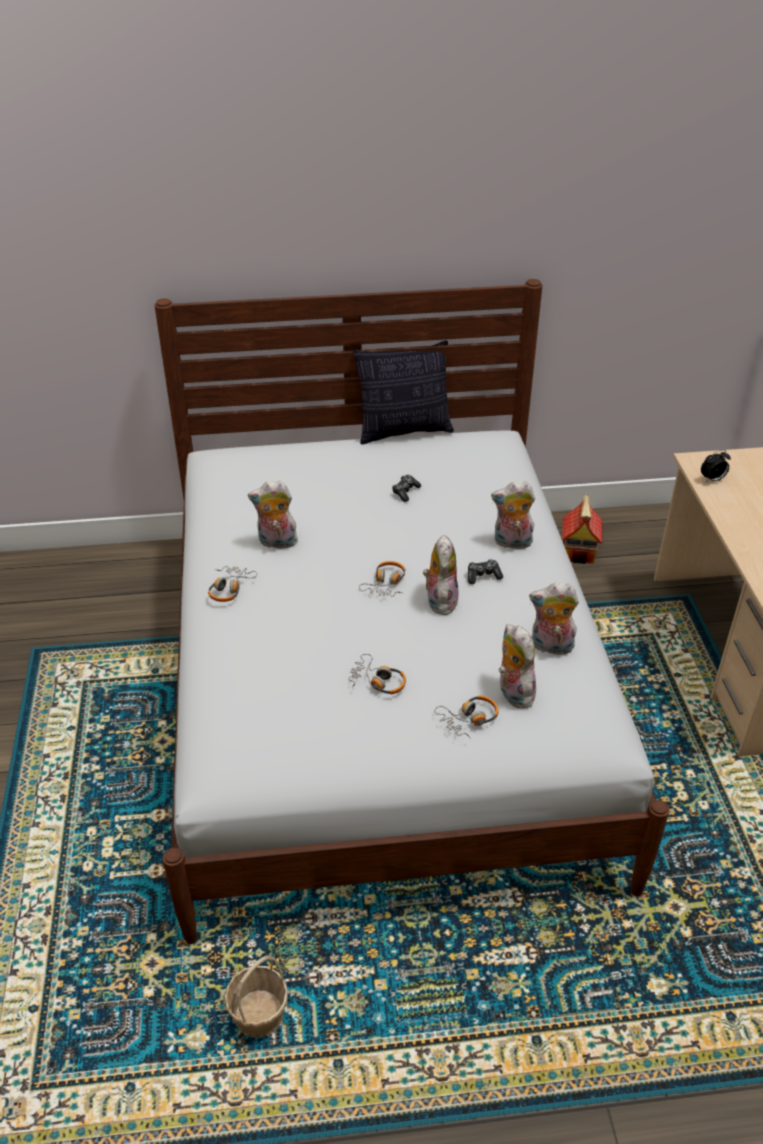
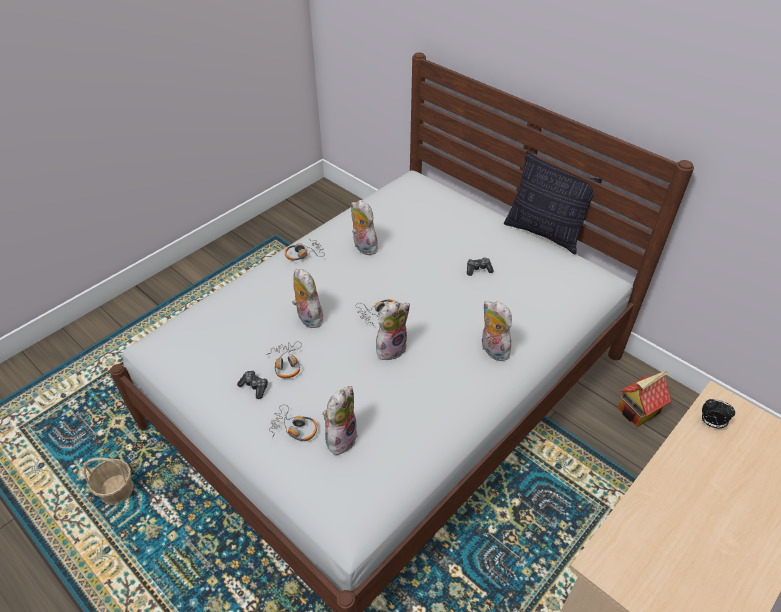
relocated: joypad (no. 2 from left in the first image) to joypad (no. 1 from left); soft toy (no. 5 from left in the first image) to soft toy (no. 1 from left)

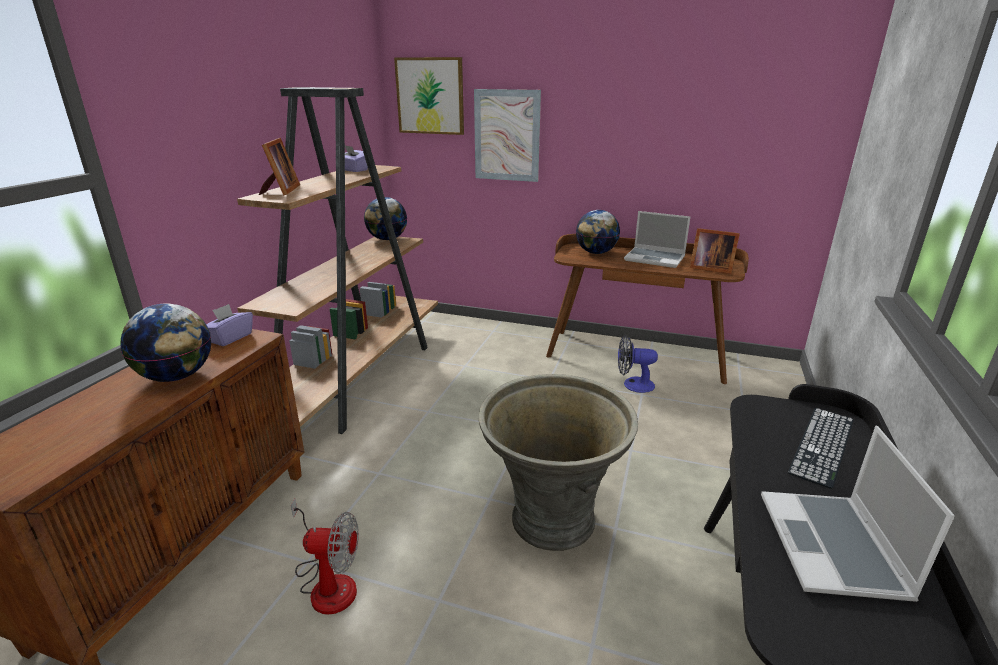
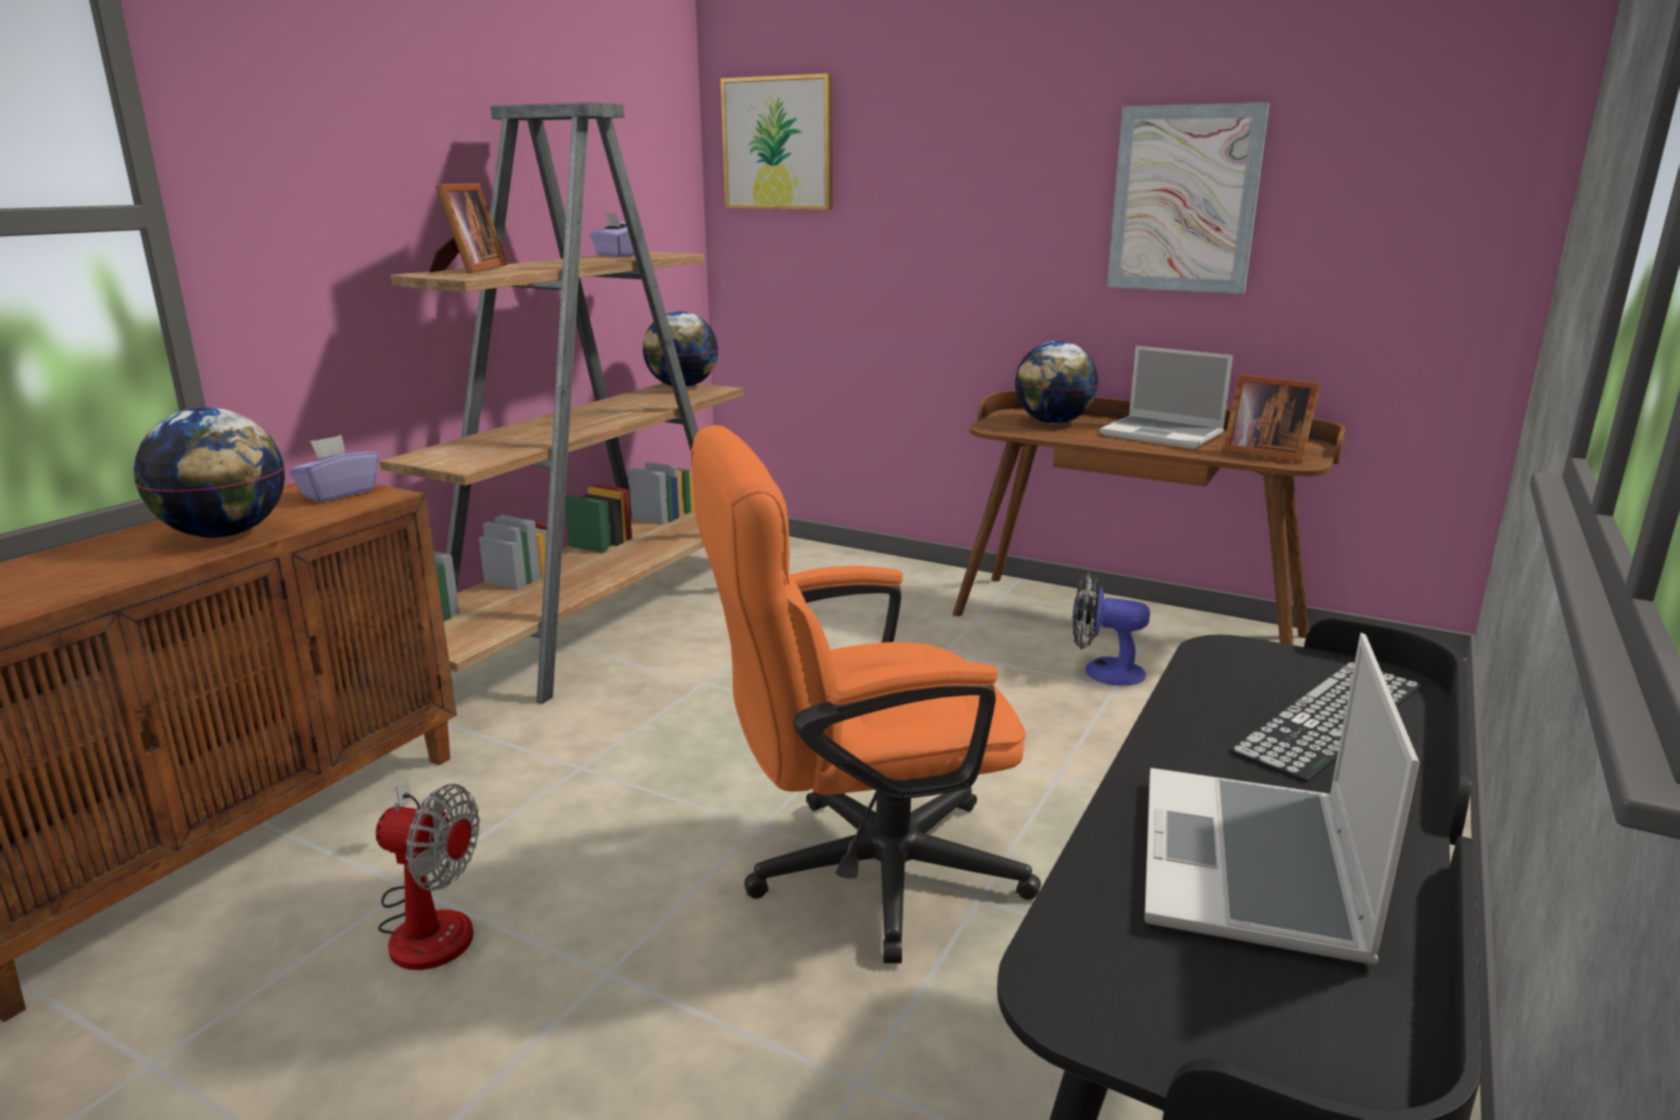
relocated: picture (no. 2 from left)
exchanged: plant pot/greyish to desk chair/orange-coloured

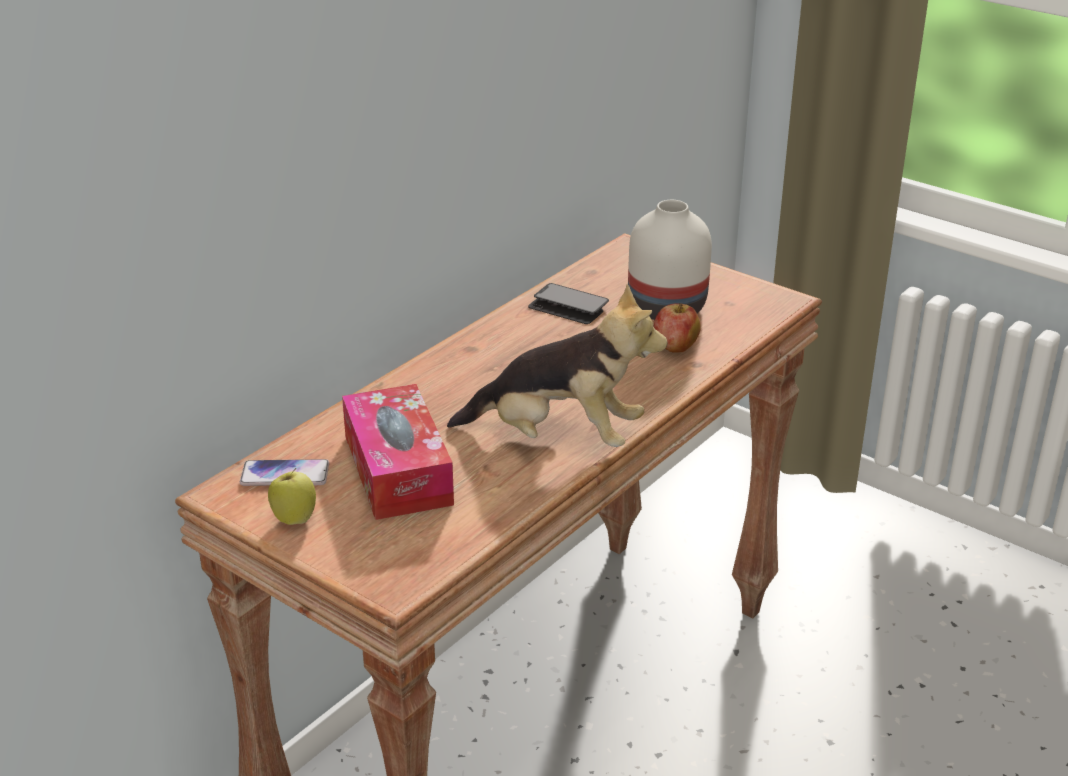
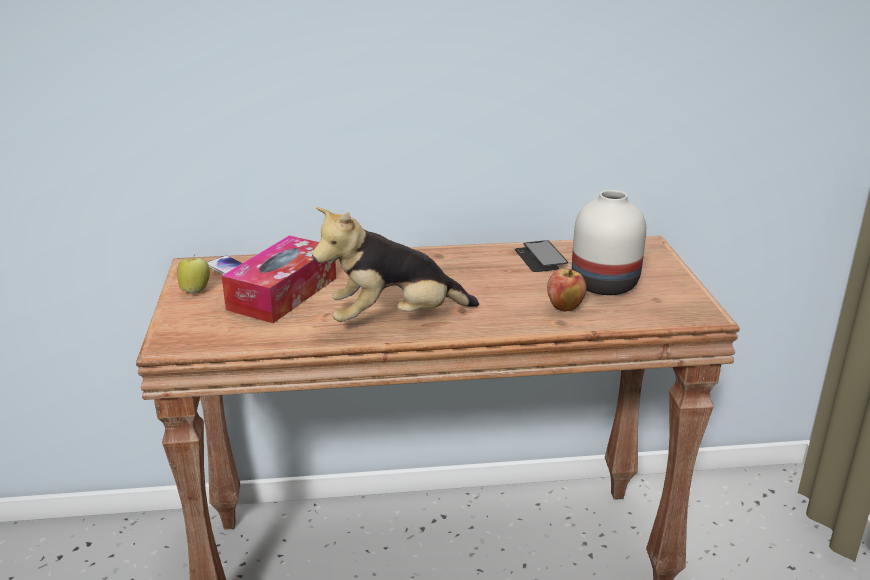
spun: soft toy 105 degrees clockwise

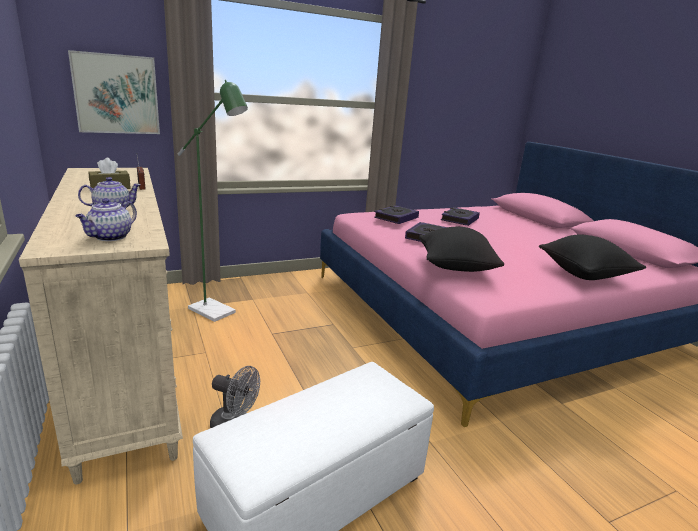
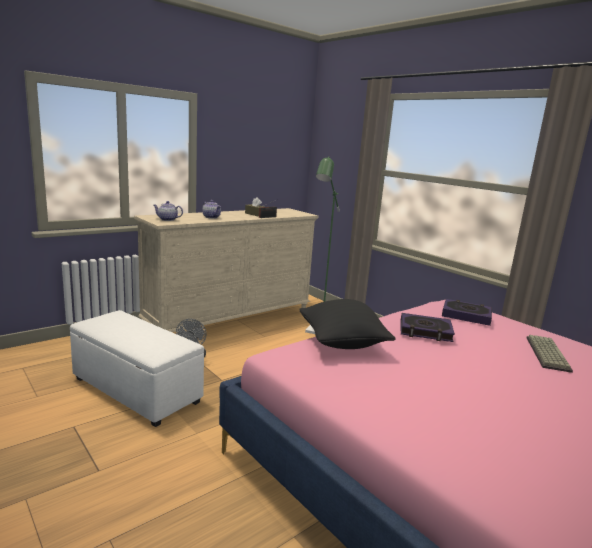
missing: picture; cushion/black (no. 2 from left)
exchanged: book (no. 3 from left) to PC keyboard

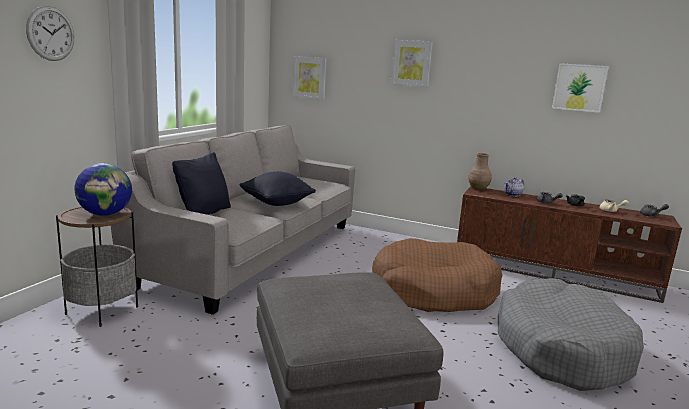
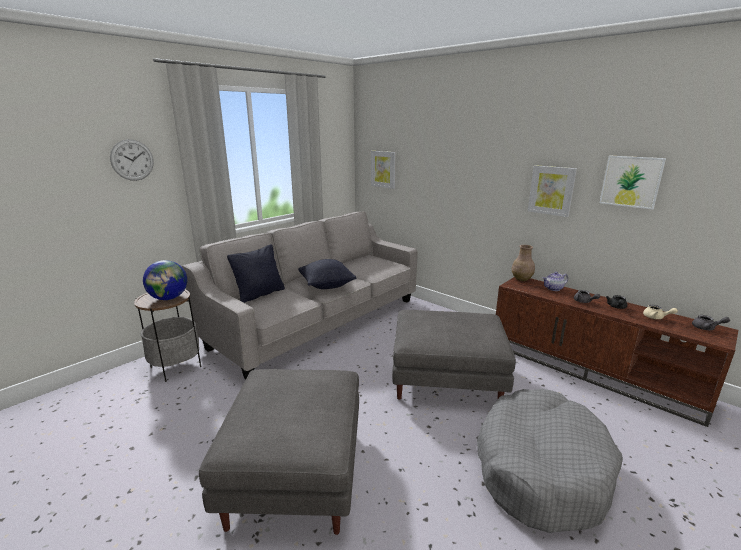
relocated: picture (no. 2 from left)
exchanged: dog cushion/brownish to pouffe/greyish (no. 2 from left)

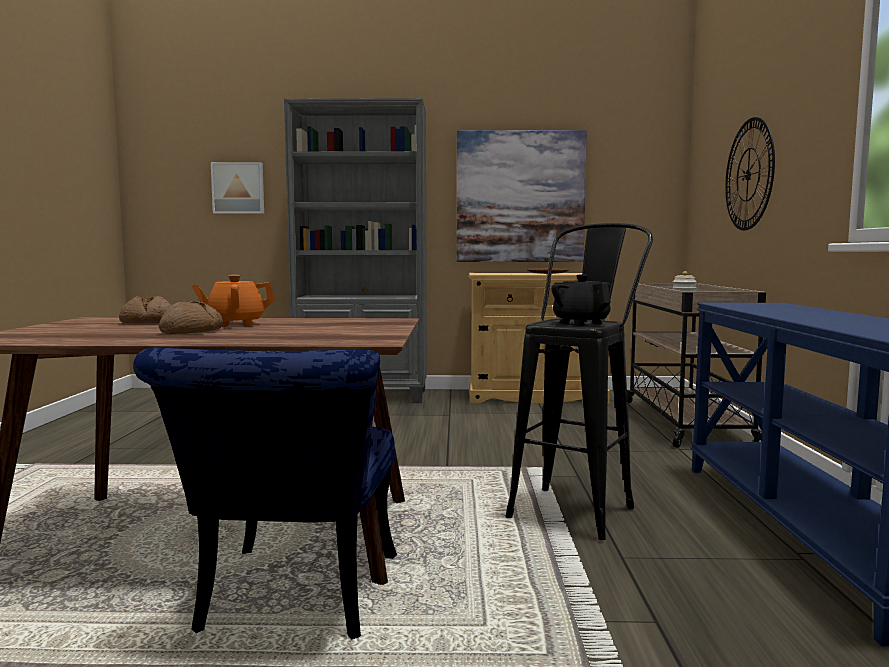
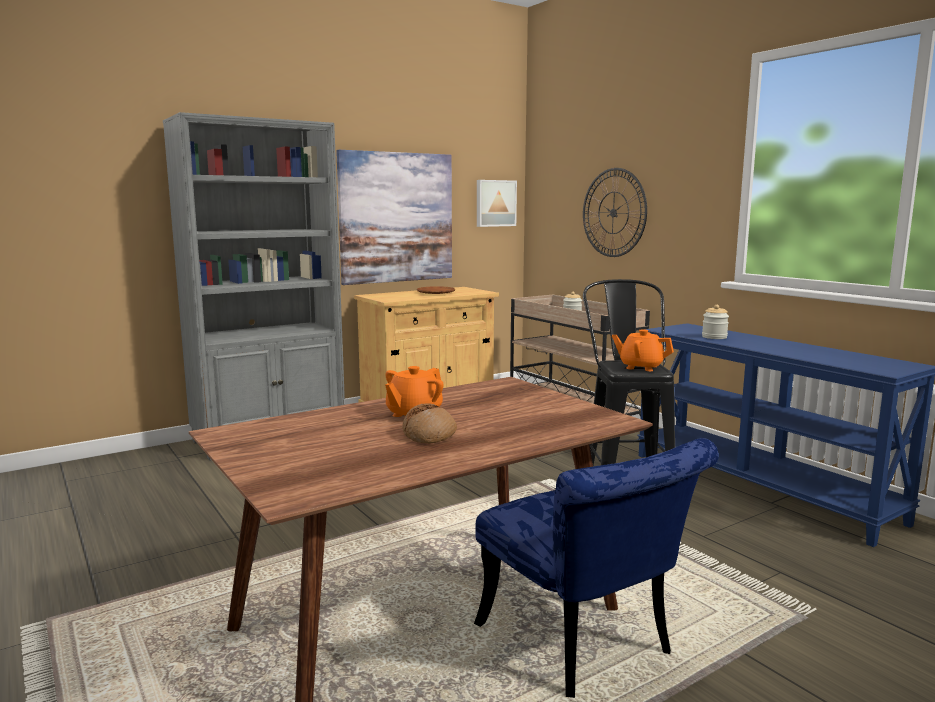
missing: bakery bread (no. 1 from left)
appeared: preserve jar (no. 2 from left)
relocated: picture (no. 1 from left in the first image) to picture (no. 2 from left)
colour: teapot/black to teapot/orange-coloured (no. 2 from left)

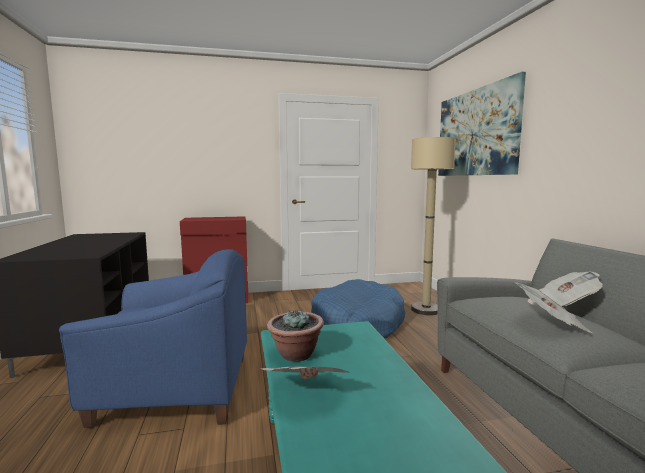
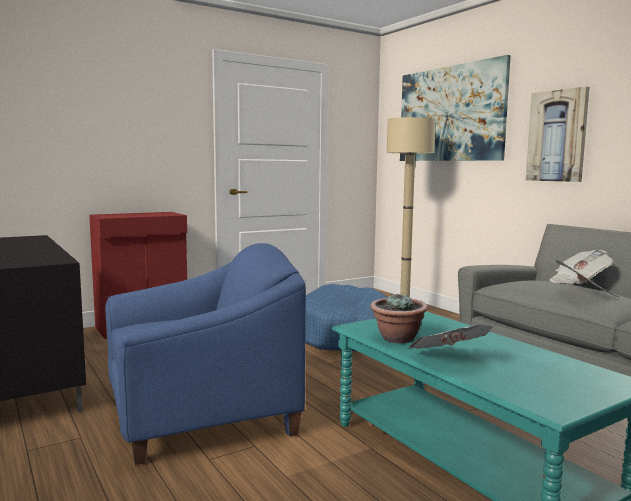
appeared: picture (no. 2 from left)

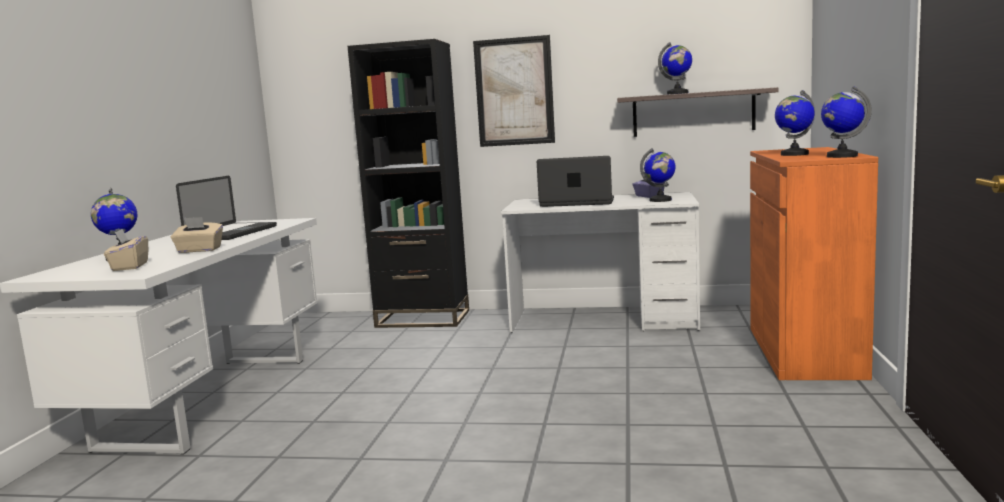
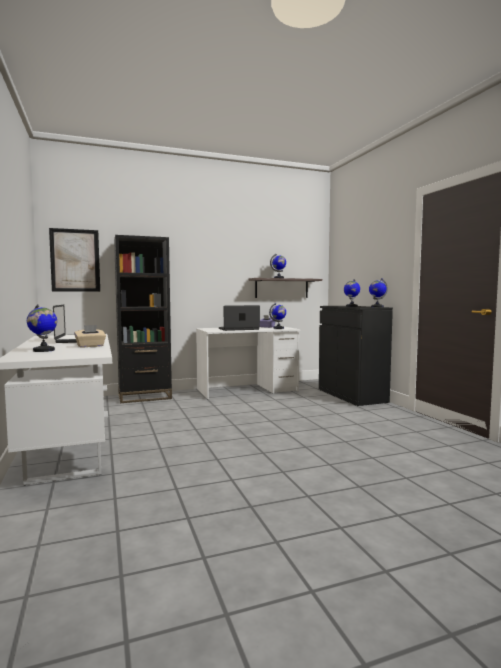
missing: tissue box/sand-coloured (no. 1 from left)
relocated: picture
colour: cupboard/orange-coloured to cupboard/black

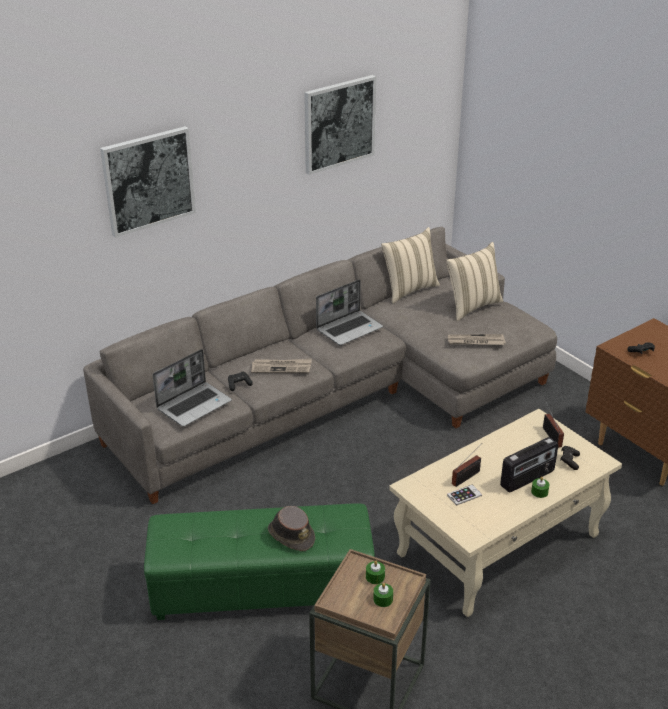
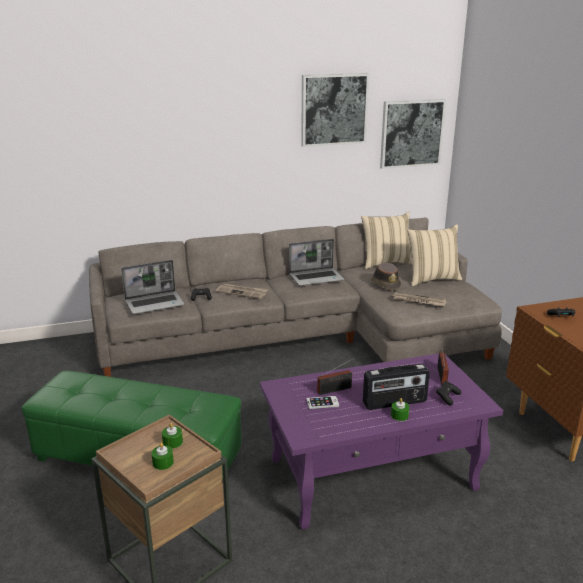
relocated: picture (no. 1 from left in the first image) to picture (no. 2 from left); wearable hat/brownish
colour: lounge table/sand-coloured to lounge table/purplish

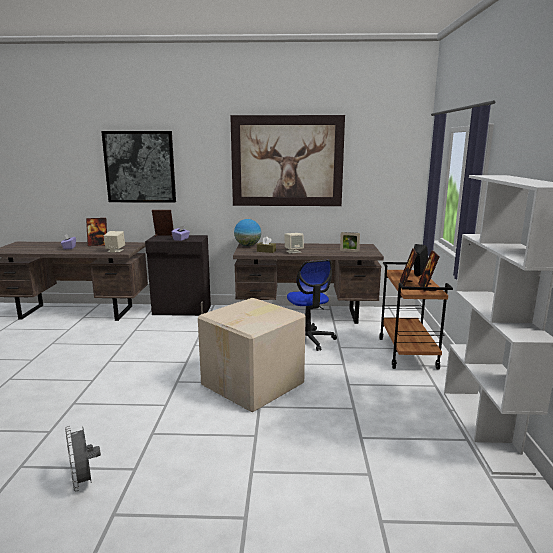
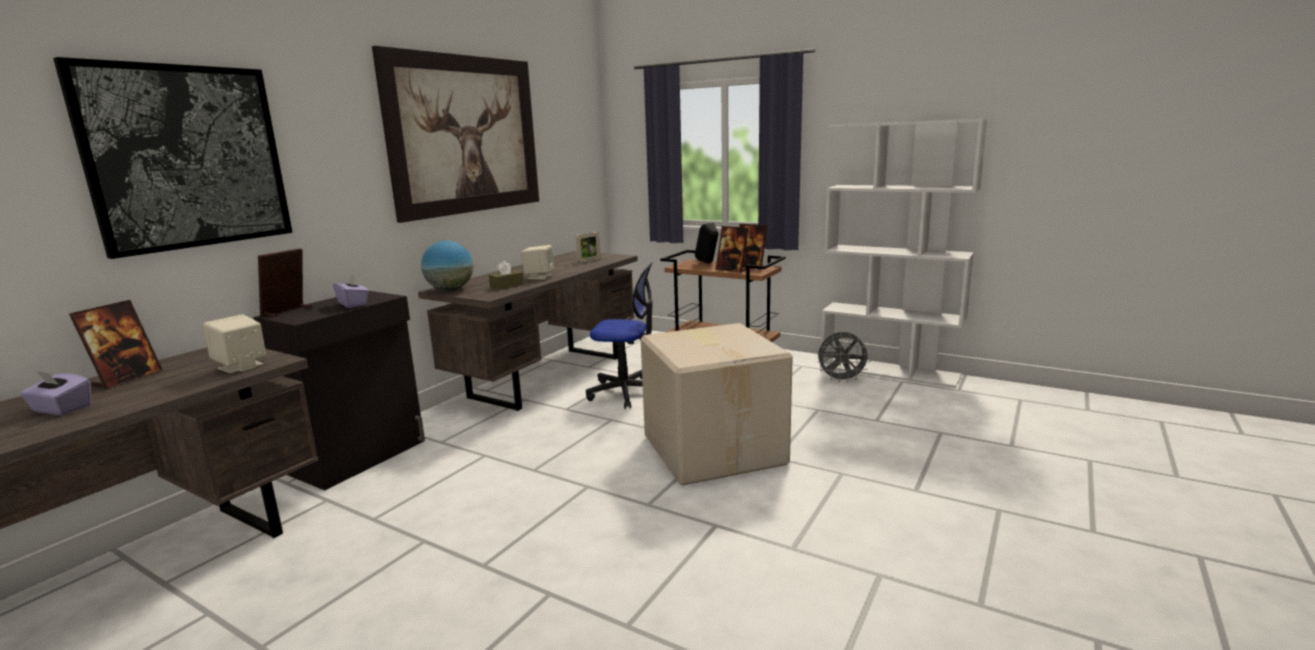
relocated: electric fan/greyish

